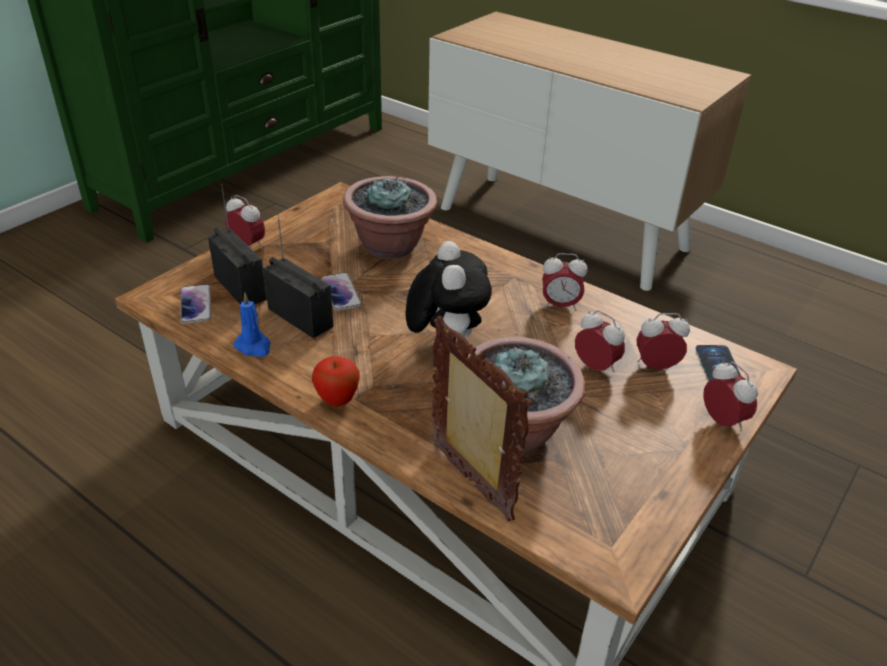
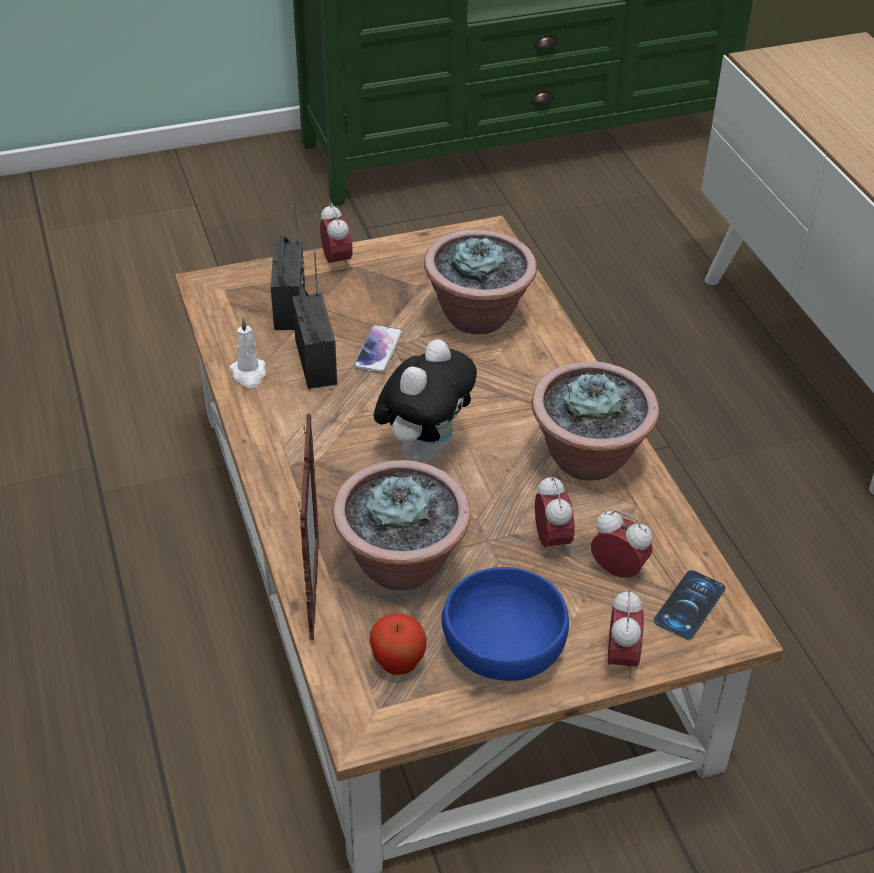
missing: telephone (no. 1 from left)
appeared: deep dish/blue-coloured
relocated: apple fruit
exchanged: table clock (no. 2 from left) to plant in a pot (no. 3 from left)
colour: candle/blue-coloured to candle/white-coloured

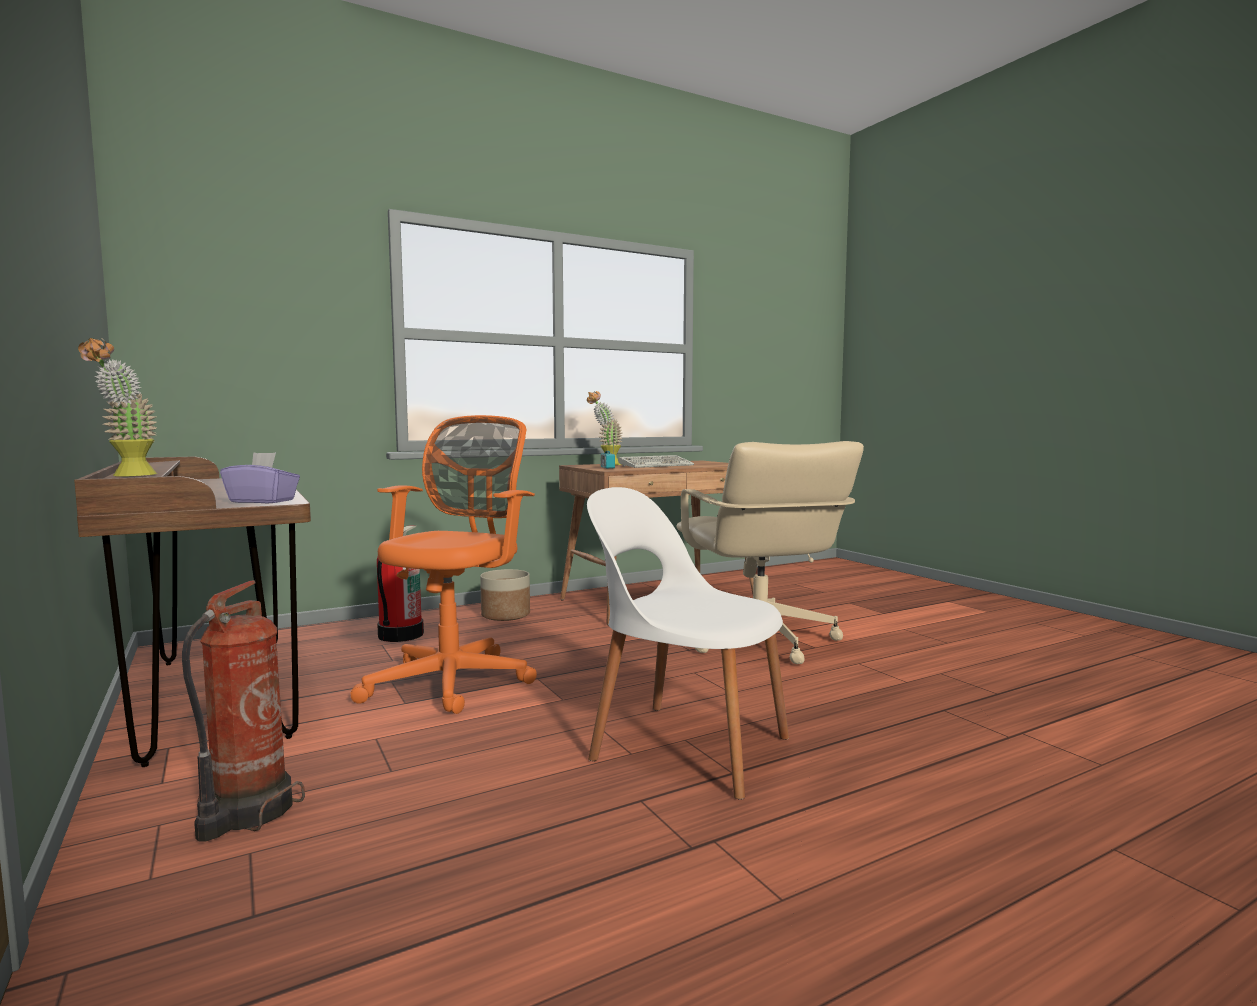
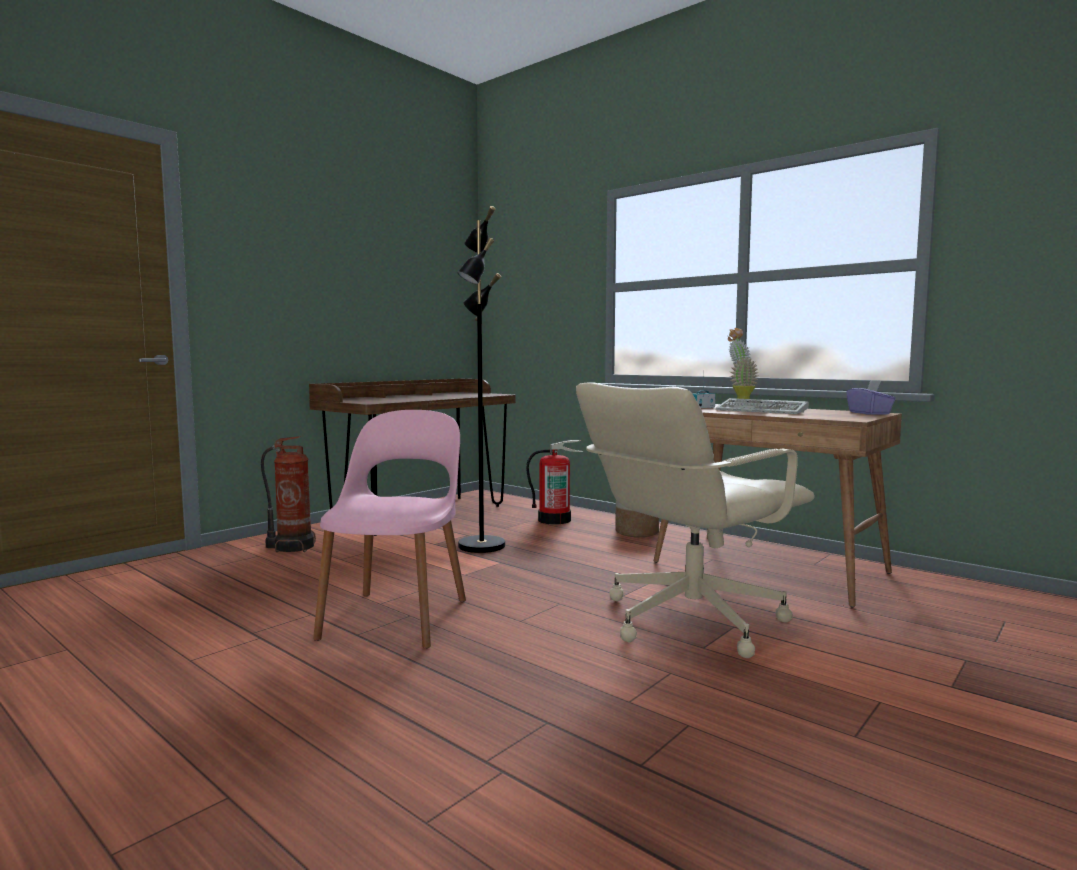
missing: plant in a pot (no. 1 from left)
relocated: tissue box/purplish
exchanged: desk chair/orange-coloured to standard lamp/black
colour: plain chair/white-coloured to plain chair/pink

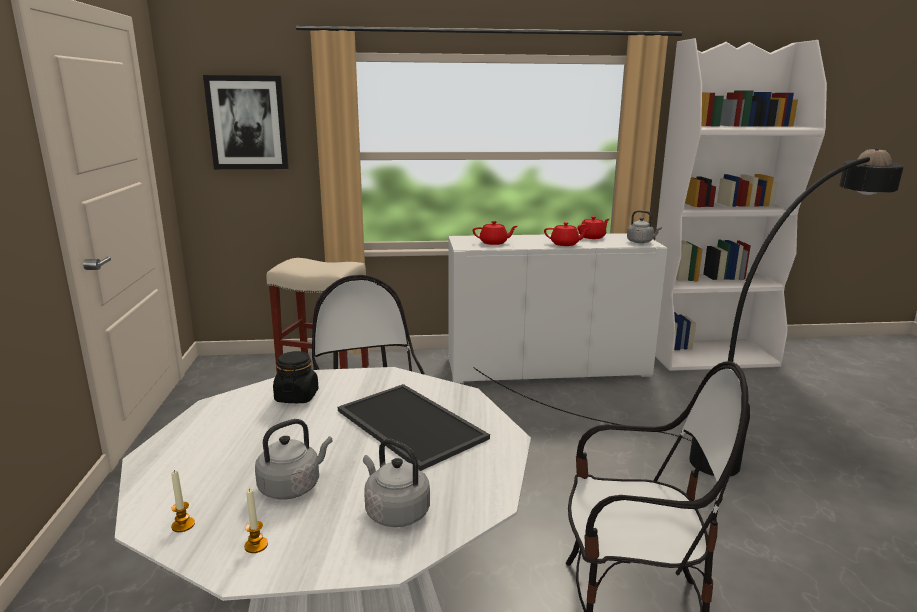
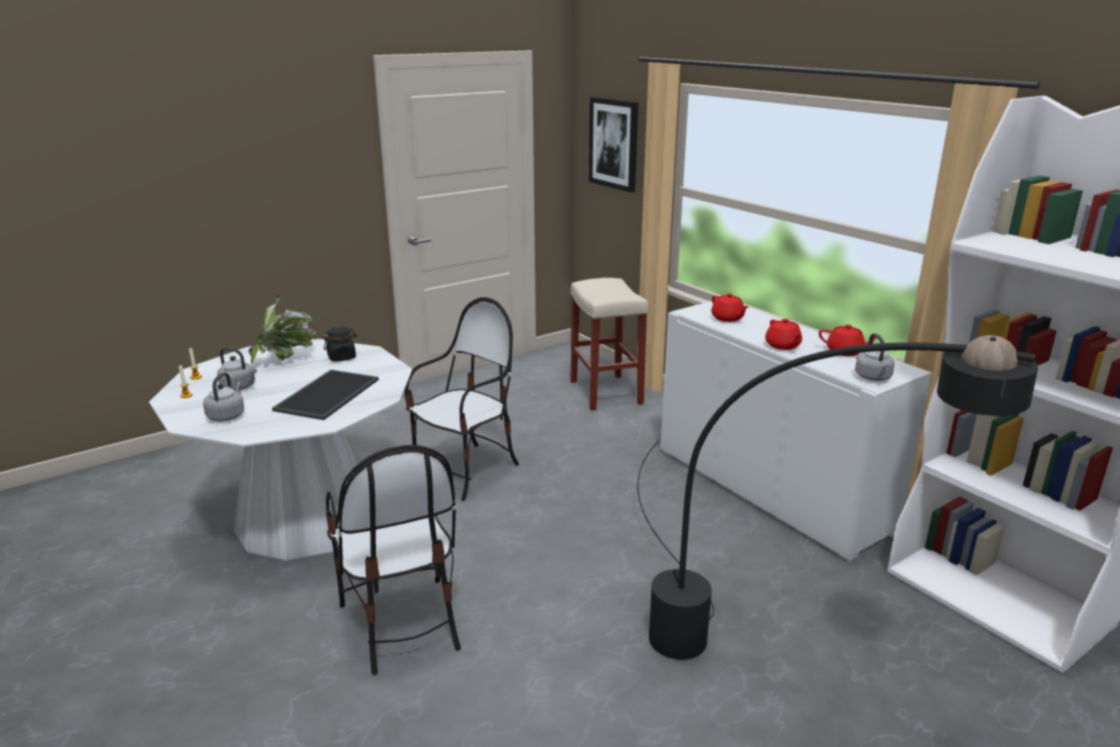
appeared: plant in a pot

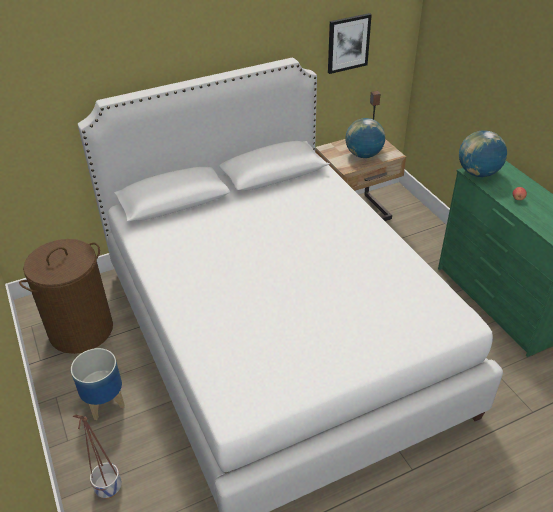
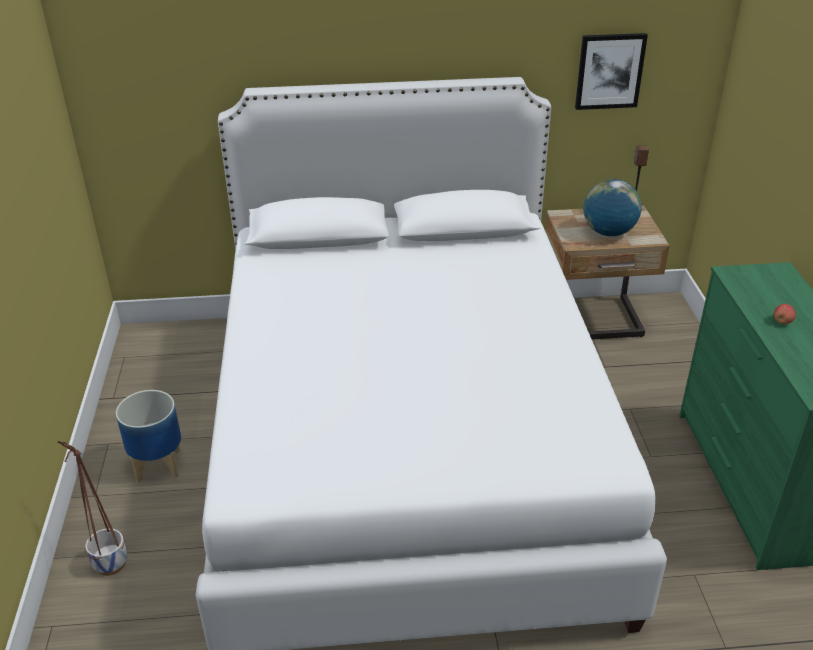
missing: hamper/brownish; globe (no. 2 from left)

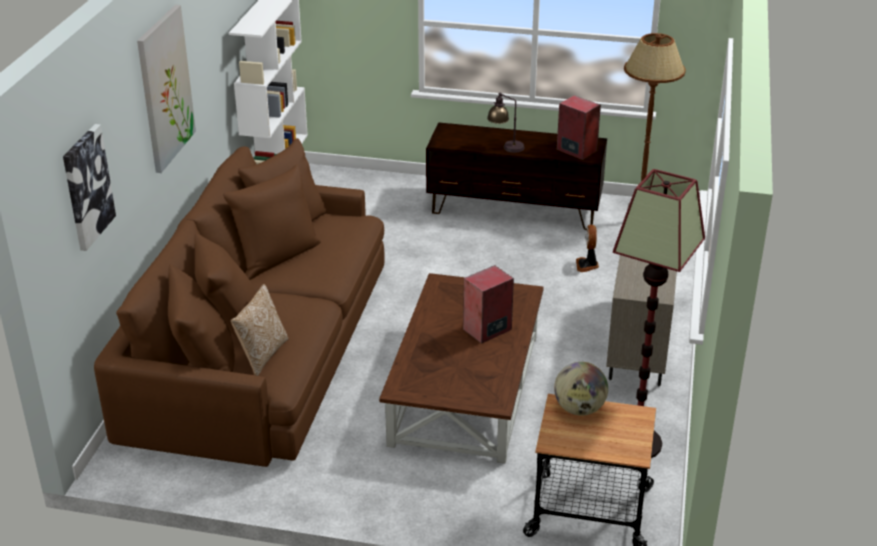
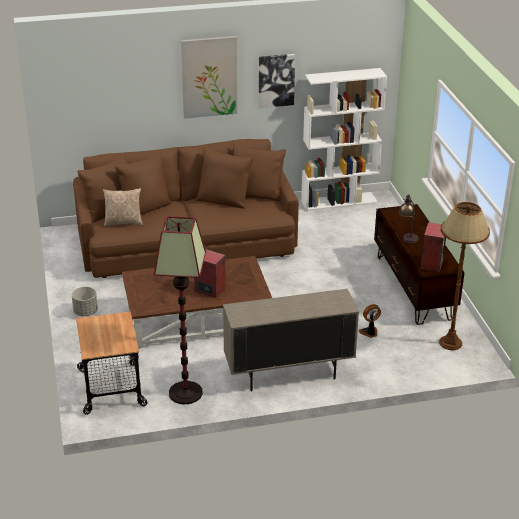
missing: globe
appeared: plant pot/greyish
relocated: picture (no. 1 from left in the first image) to picture (no. 2 from left)

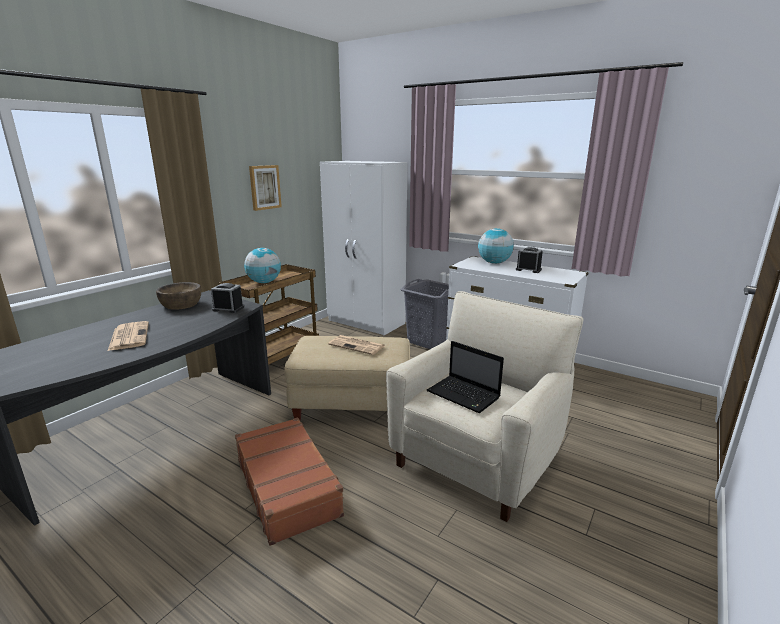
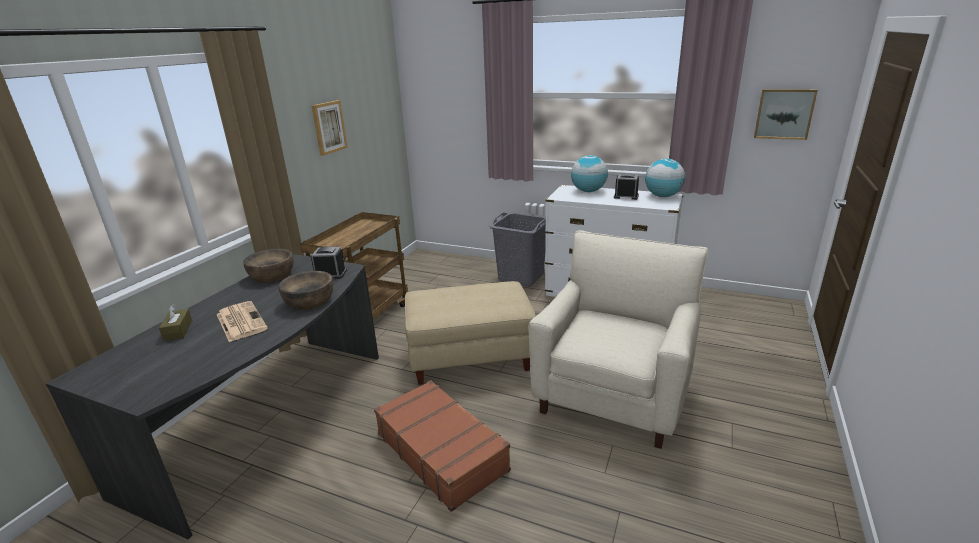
missing: armoire/white-coloured; newspaper (no. 2 from left); notebook computer
appeared: tissue box/brownish; deep dish/brownish (no. 2 from left); picture (no. 2 from left)
relocated: globe (no. 1 from left in the first image) to globe (no. 2 from left)

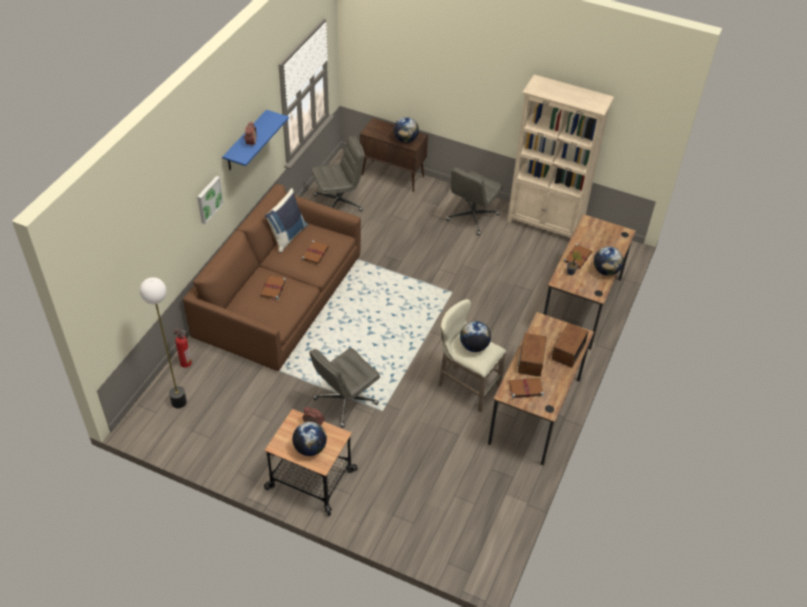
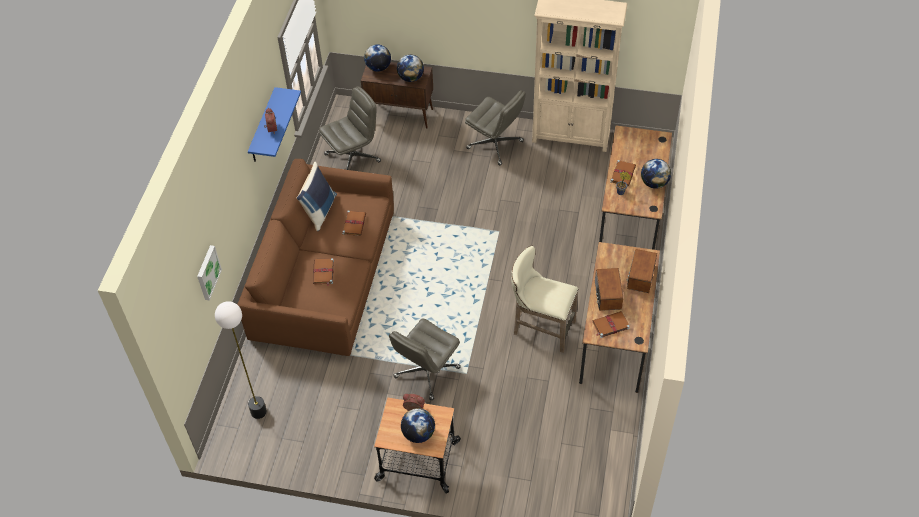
missing: fire extinguisher
relocated: picture; globe (no. 3 from left in the first image) to globe (no. 1 from left)
spun: desk chair/greyish (no. 3 from left) 75 degrees counterclockwise

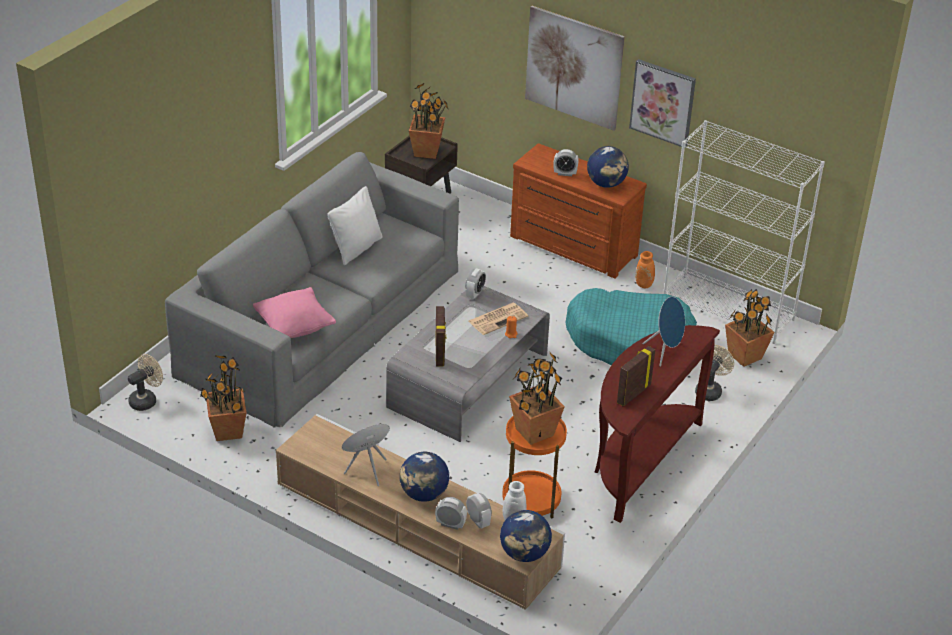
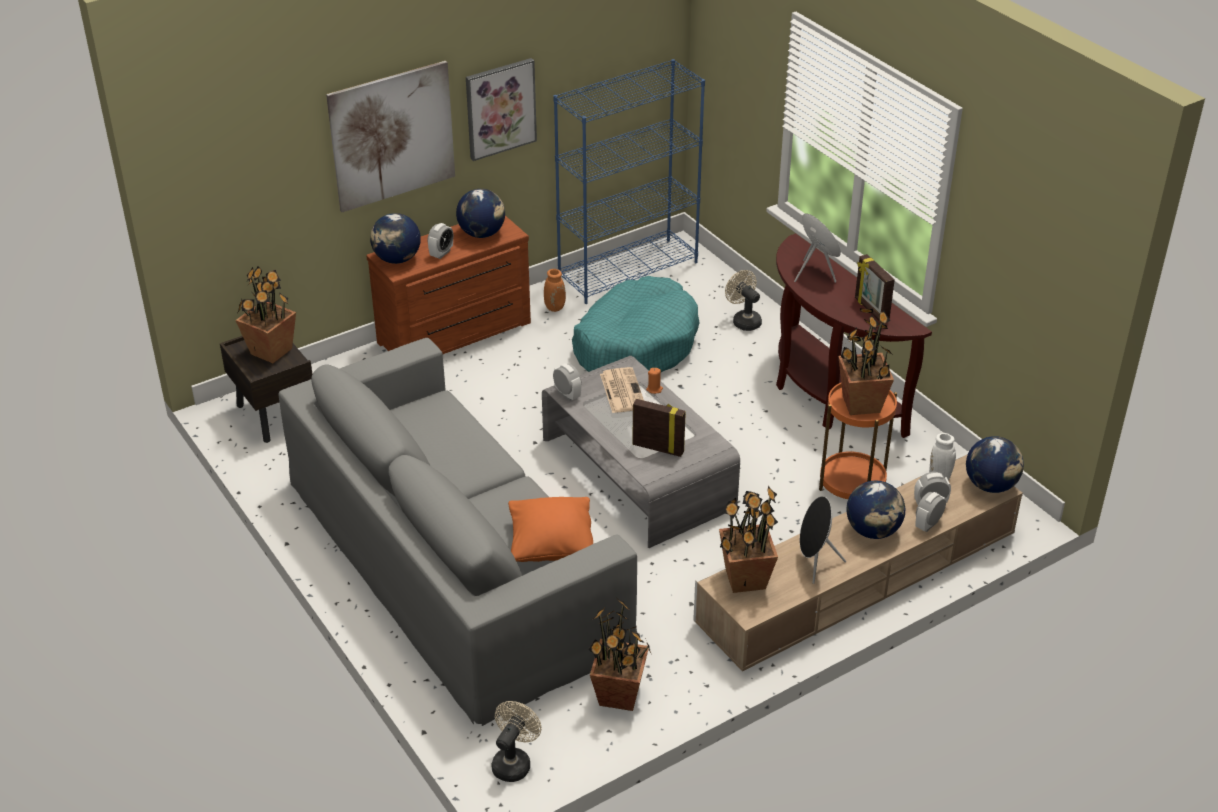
missing: cushion/white-coloured
appeared: globe (no. 1 from left)
relocated: plant in a pot (no. 4 from left in the first image) to plant in a pot (no. 3 from left)
colour: cushion/pink to cushion/orange-coloured; bookshelf/white-coloured to bookshelf/blue-coloured
spun: electric fan/sand-coloured (no. 1 from left) 45 degrees clockwise

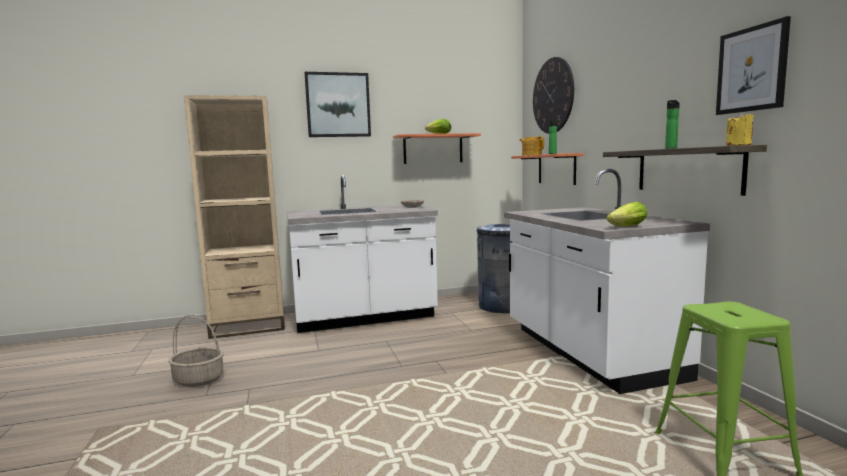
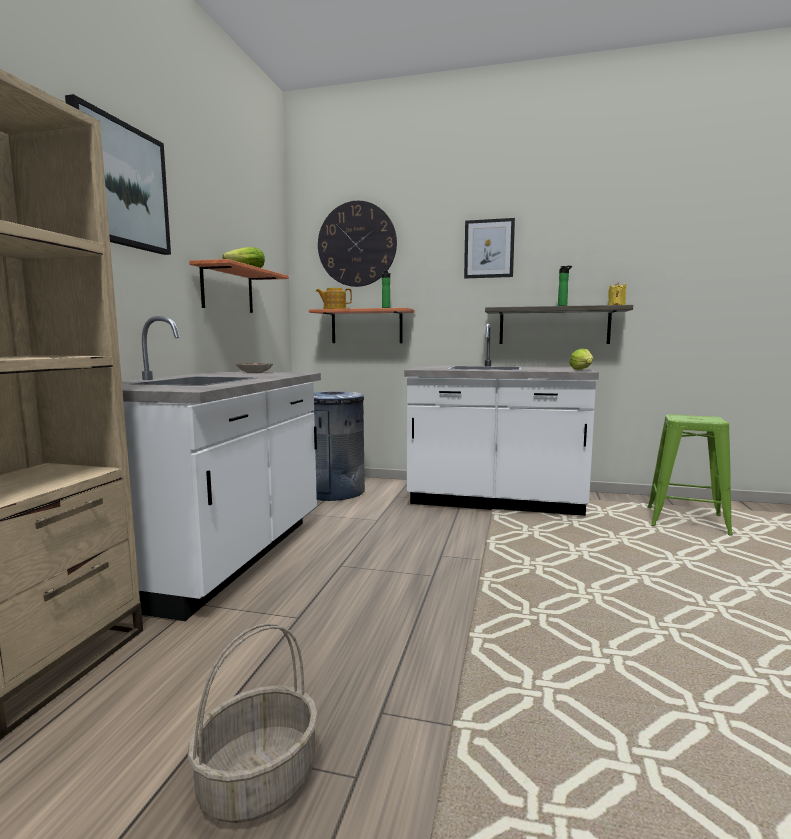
relocated: picture (no. 2 from left)

